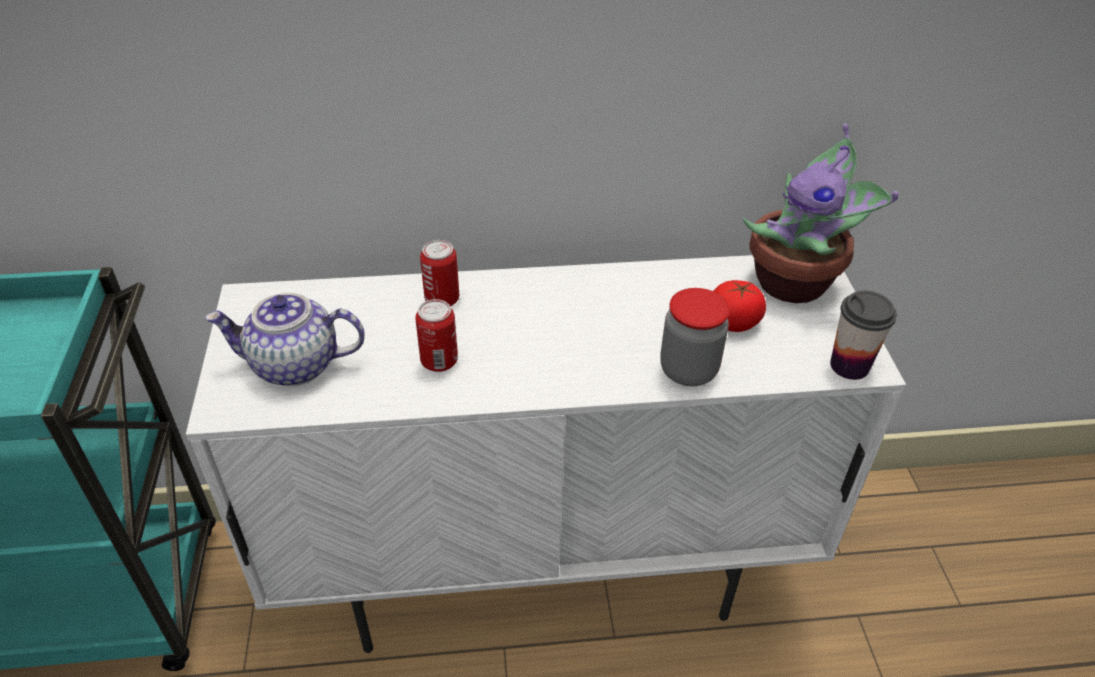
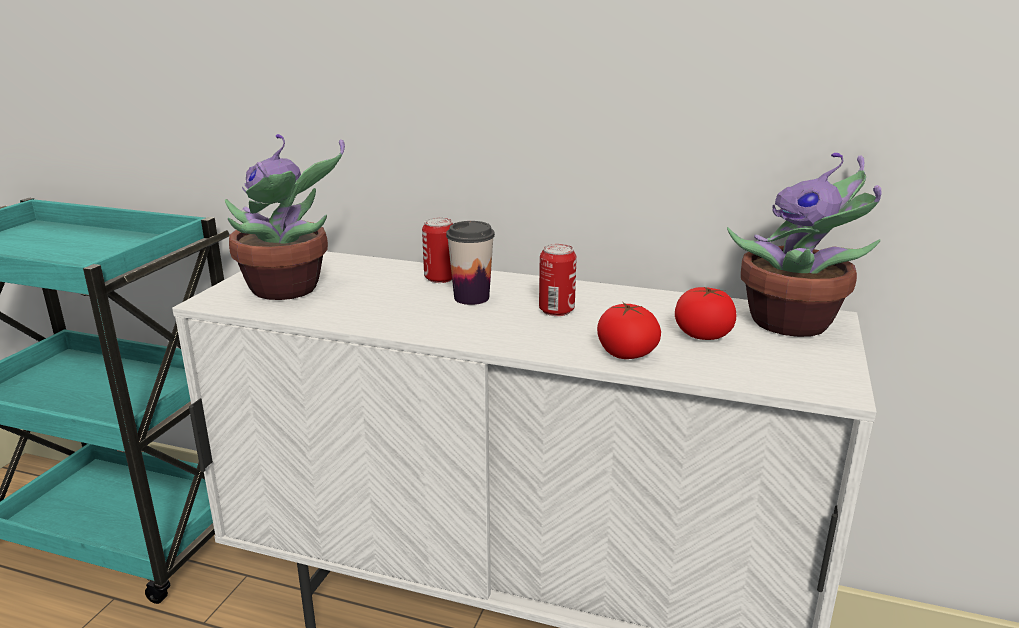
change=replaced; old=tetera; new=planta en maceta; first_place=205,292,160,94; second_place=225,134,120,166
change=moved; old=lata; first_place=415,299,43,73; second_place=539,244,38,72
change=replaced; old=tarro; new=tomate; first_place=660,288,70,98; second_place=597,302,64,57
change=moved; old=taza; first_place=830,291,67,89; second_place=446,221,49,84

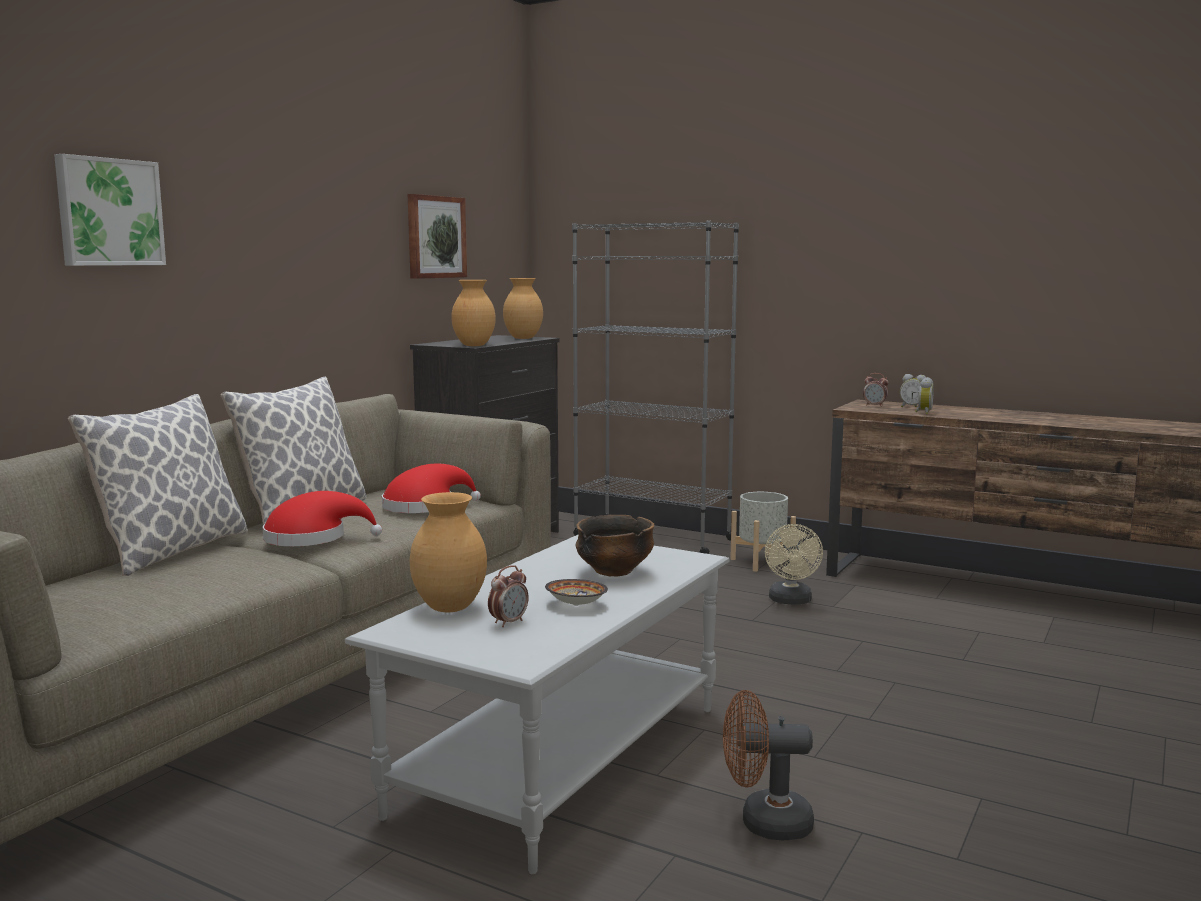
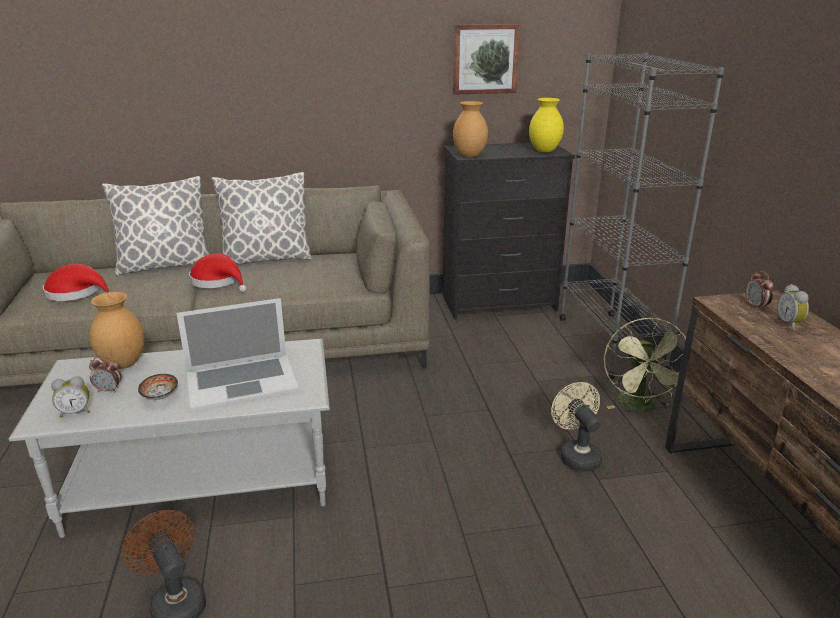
change=removed; old=cuadro; first_place=54,154,112,112
change=moved; old=sombrero/rojo; first_place=382,464,99,49; second_place=43,264,66,37
change=recoloured; old=florero/marrón; new=florero/amarillo; first_place=503,278,40,61; second_place=529,98,35,54
change=replaced; old=cuenco; new=portátil; first_place=576,515,79,61; second_place=177,298,122,114
change=replaced; old=maceta/gris; new=ventilador/verde; first_place=730,492,66,80; second_place=604,317,82,94
change=turned; old=ventilador/beis; first_place=765,524,58,81; second_place=551,382,51,90; degrees=105
change=moved; old=despertador; first_place=915,377,19,37; second_place=51,376,39,42

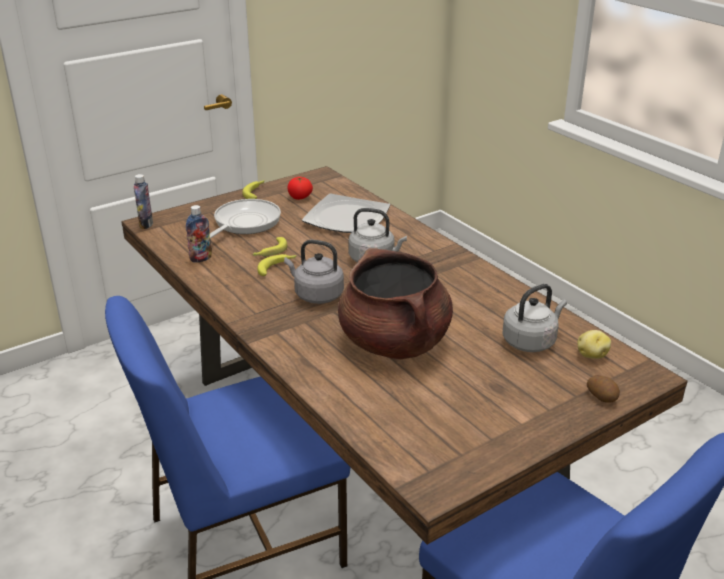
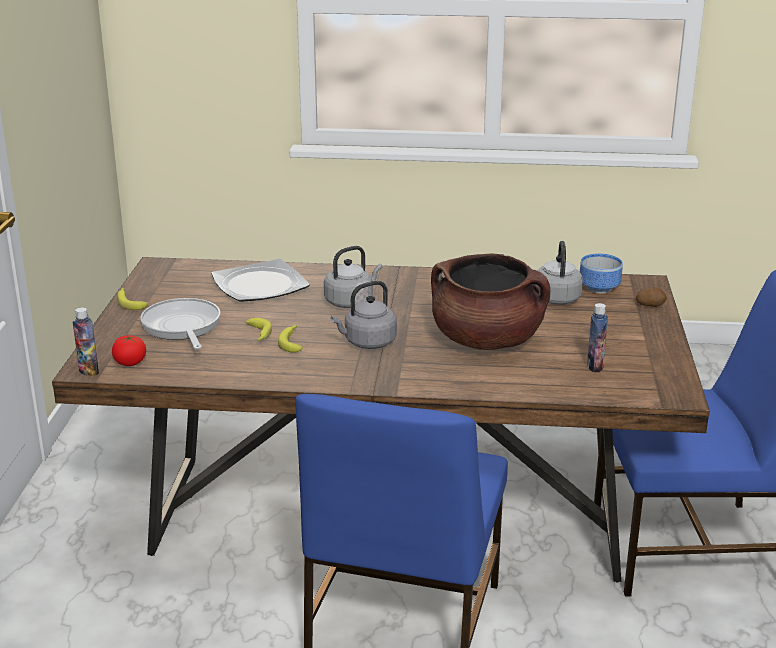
change=moved; old=botella; first_place=186,205,26,58; second_place=587,303,21,69
change=moved; old=tomate; first_place=287,177,26,23; second_place=112,335,34,31
change=replaced; old=patata; new=cuenco; first_place=577,330,34,29; second_place=580,254,43,39

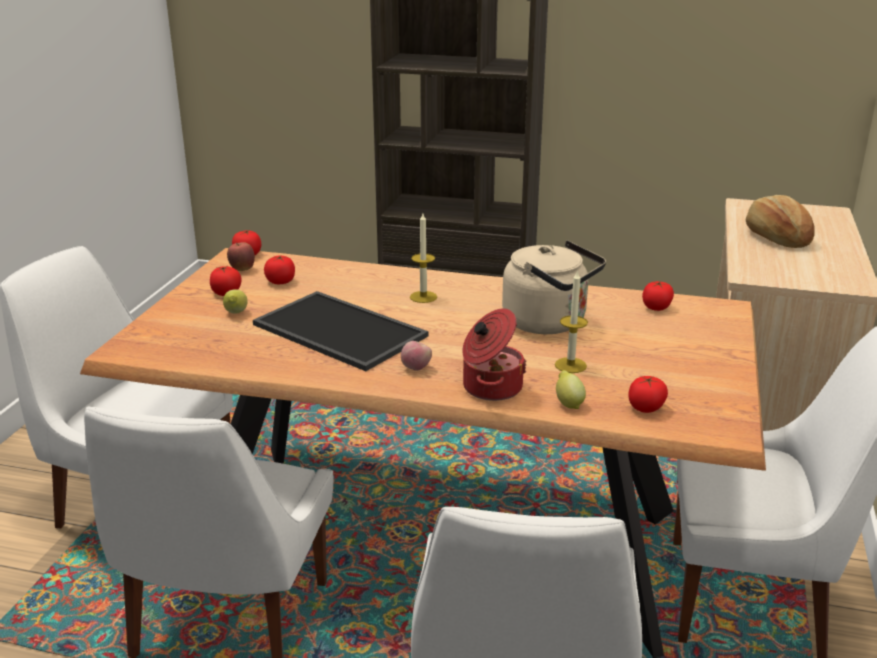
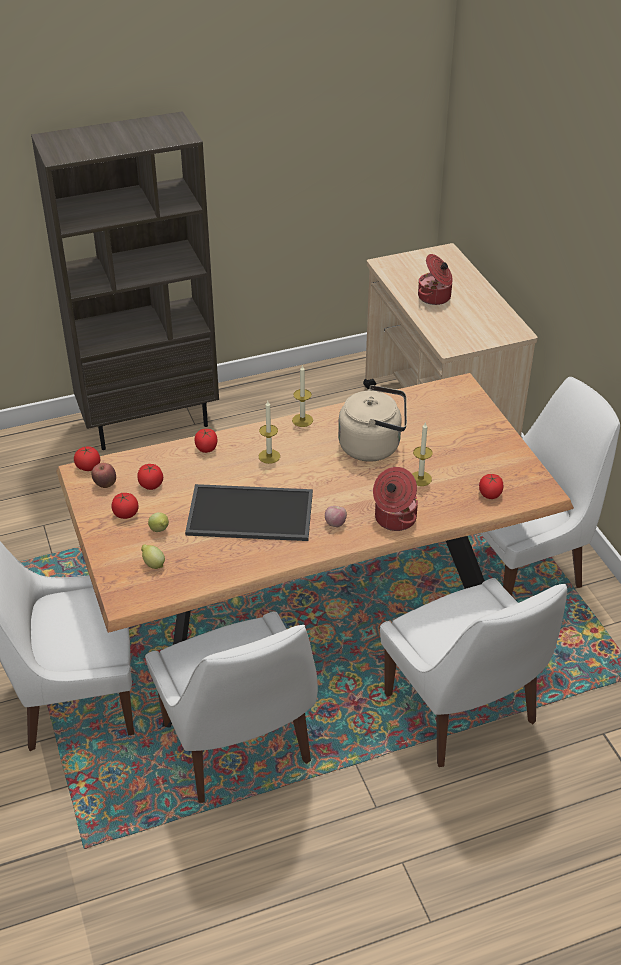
change=moved; old=limón; first_place=556,370,30,39; second_place=141,544,24,25
change=moved; old=tomate; first_place=642,281,32,30; second_place=195,429,22,24
change=replaced; old=pan; new=olla; first_place=746,195,69,53; second_place=418,254,35,51
change=added; new=vela; second_place=292,365,21,62

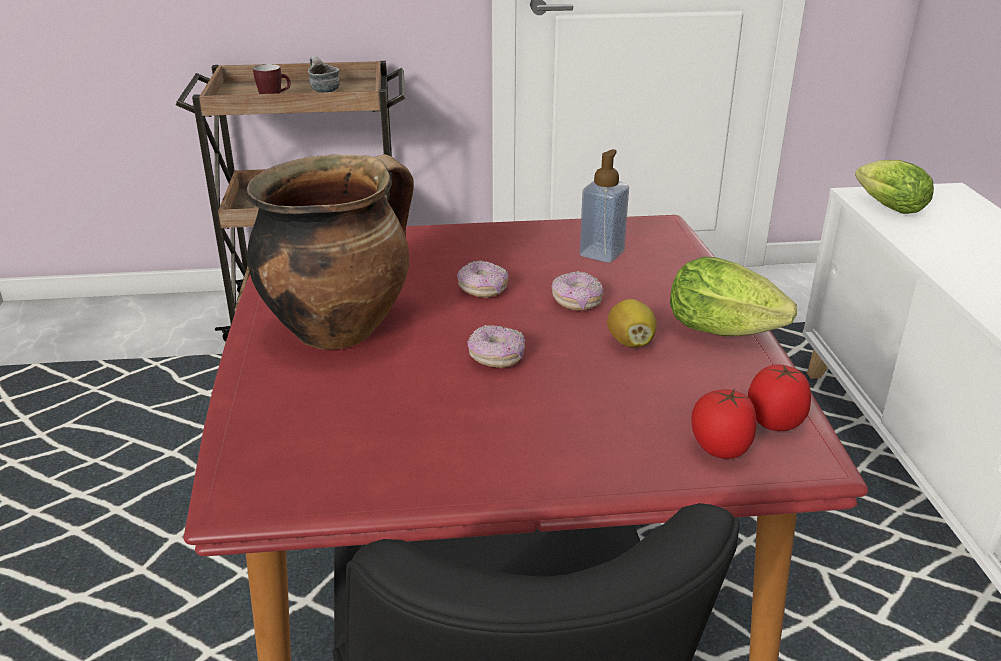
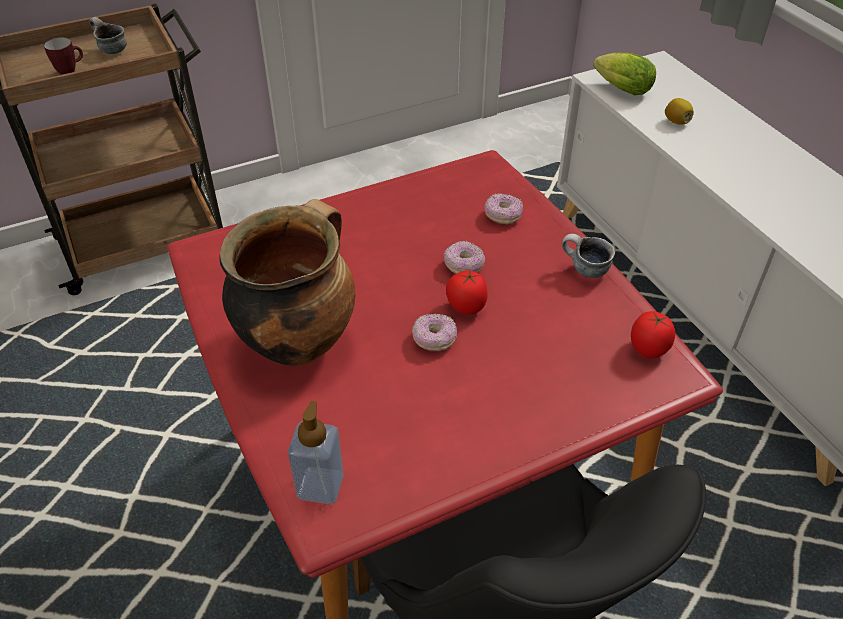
change=moved; old=rosquilla; first_place=457,260,51,38; second_place=485,193,38,31
change=moved; old=dispensador de jabón; first_place=579,149,50,114; second_place=288,401,56,103
change=moved; old=limón; first_place=607,299,50,49; second_place=665,98,29,27
change=replaced; old=lechuga; new=taza grande; first_place=670,257,127,79; second_place=562,234,53,44
change=moved; old=tomate; first_place=691,389,66,70; second_place=446,271,42,44

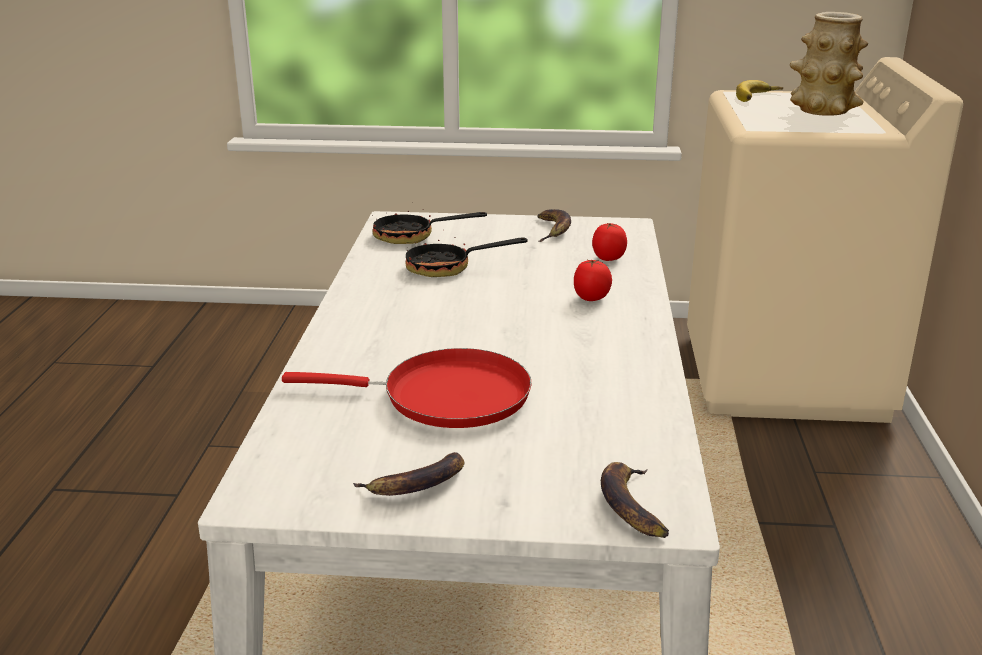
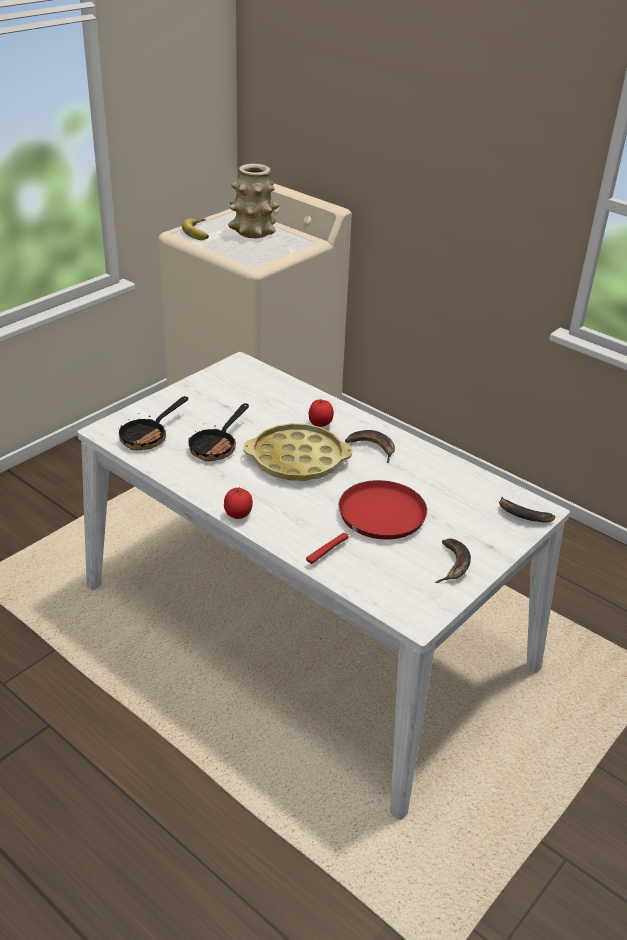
change=moved; old=plátano; first_place=537,209,34,33; second_place=345,430,50,33
change=moved; old=tomate; first_place=592,222,35,39; second_place=224,488,29,31
change=added; new=bandeja/amarillo; second_place=243,423,109,58

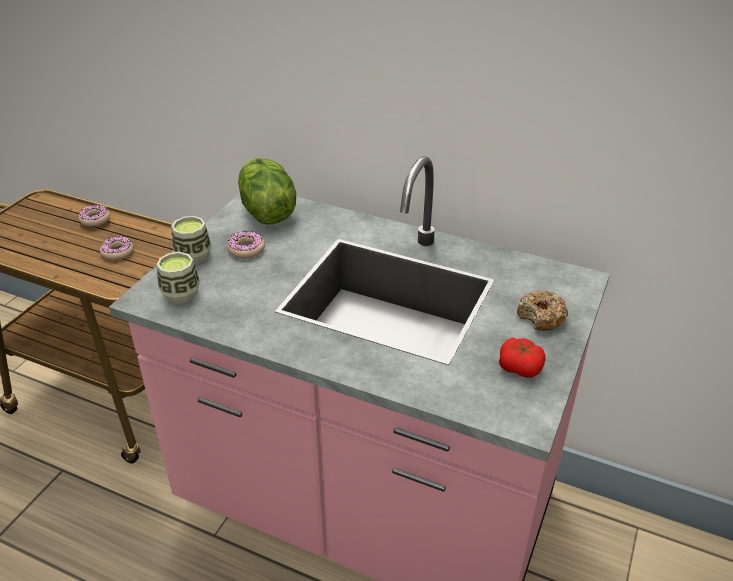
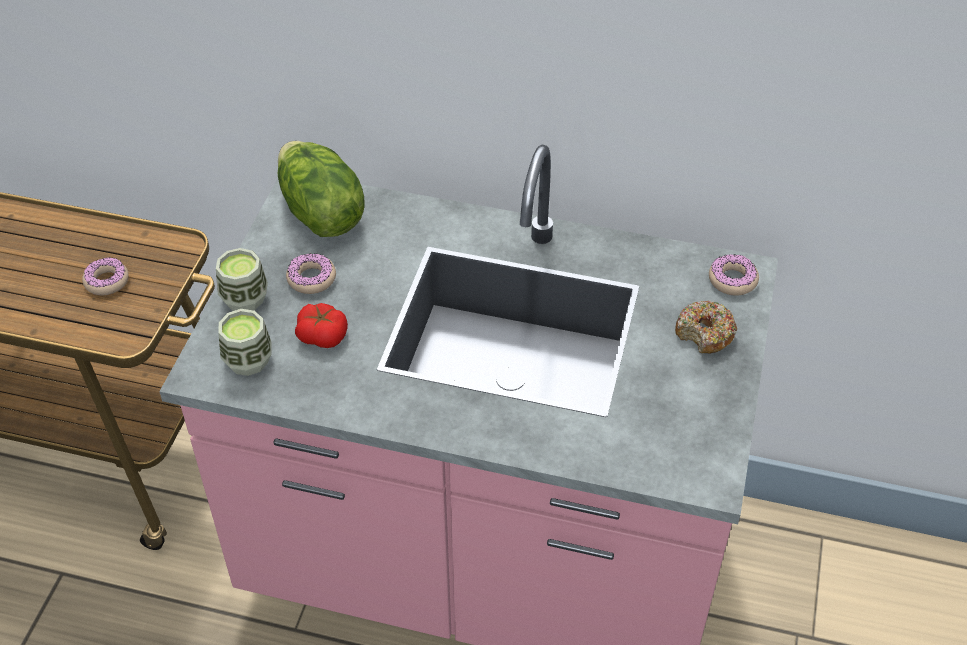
change=moved; old=rosquilla; first_place=78,205,32,22; second_place=709,255,50,41
change=moved; old=tomate; first_place=499,338,47,40; second_place=295,303,53,45

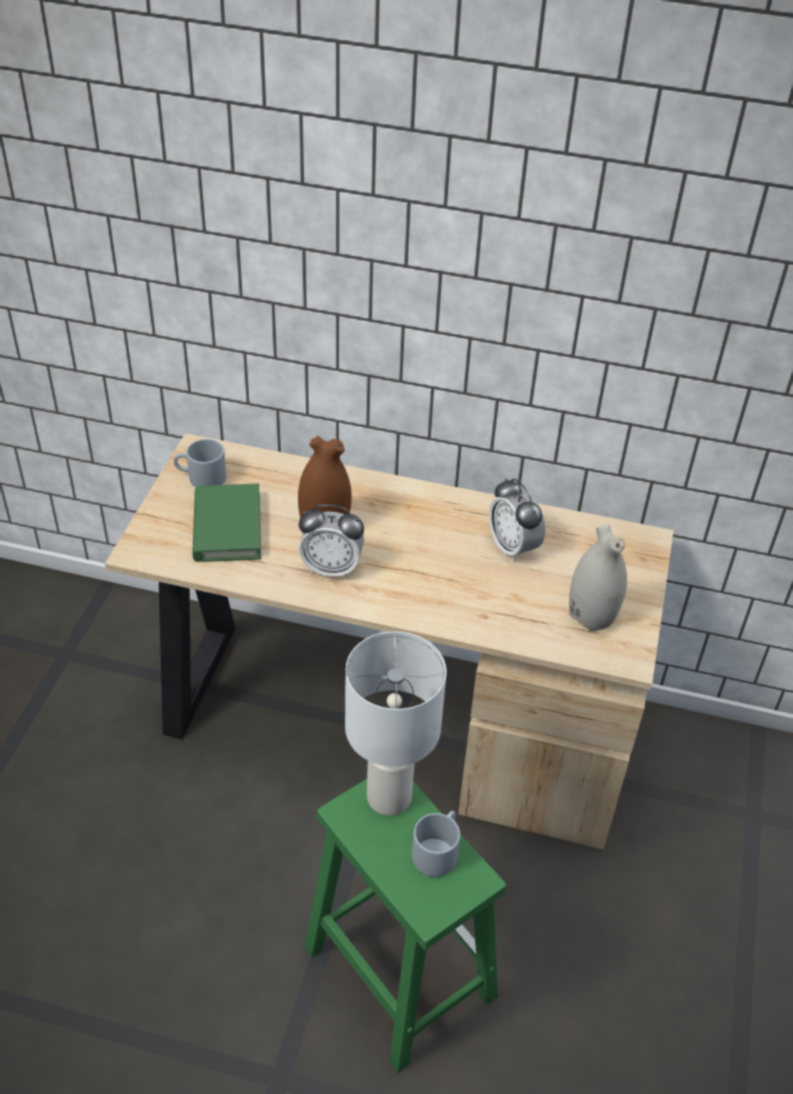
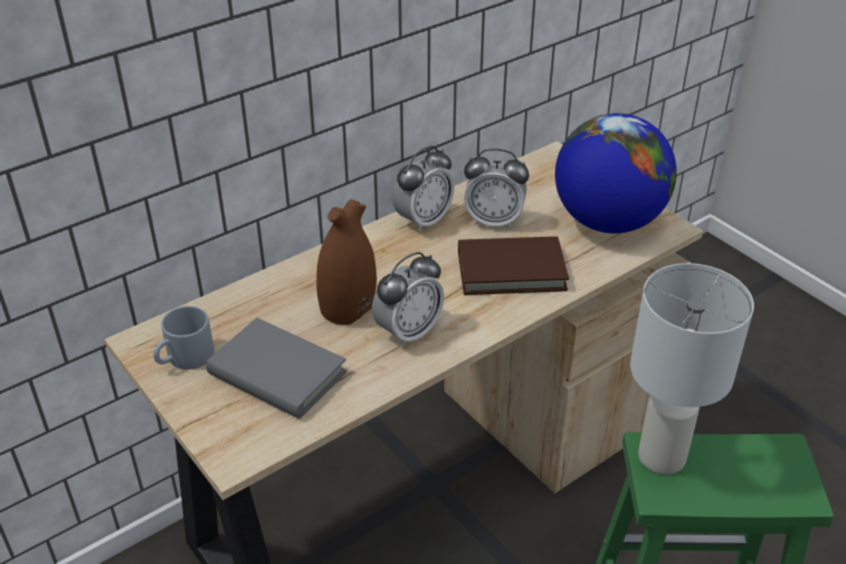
change=recoloured; old=libro/verde; new=libro/gris; first_place=192,484,69,78; second_place=206,318,141,101
change=removed; old=taza grande/gris; first_place=412,811,48,66
change=replaced; old=florero/blanco; new=globo terráqueo; first_place=569,524,58,107; second_place=555,113,122,120
change=added; new=despertador; second_place=392,146,62,87
change=added; new=libro/marrón; second_place=458,236,111,59

